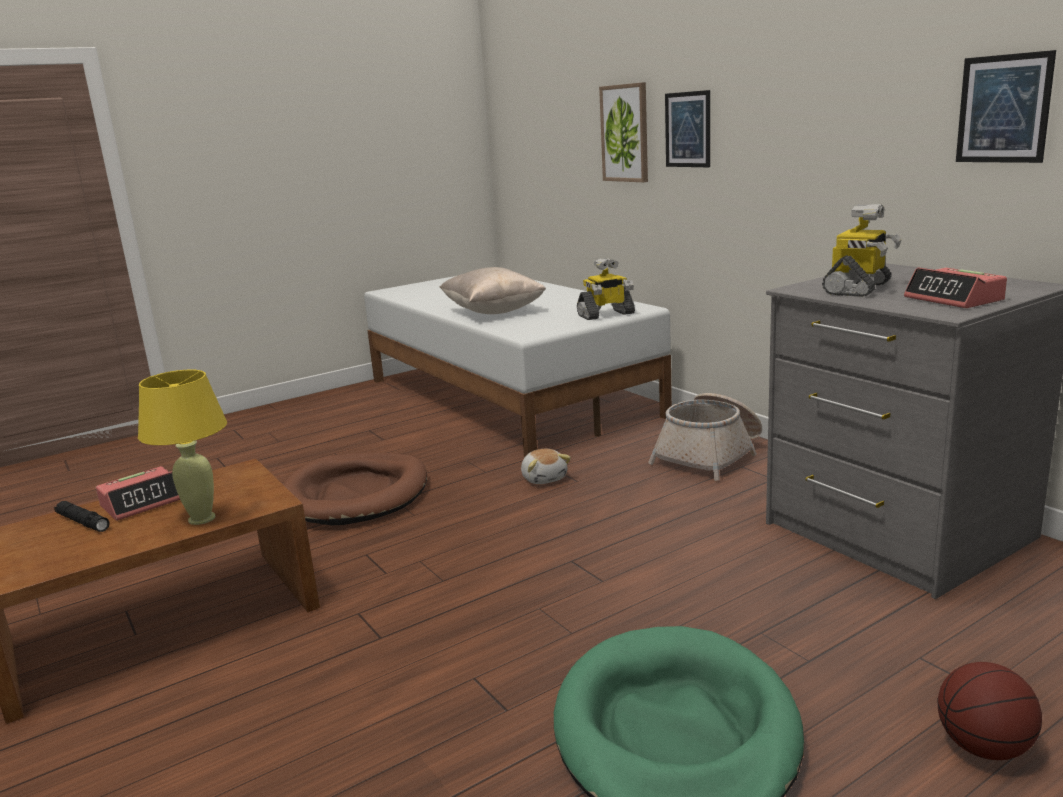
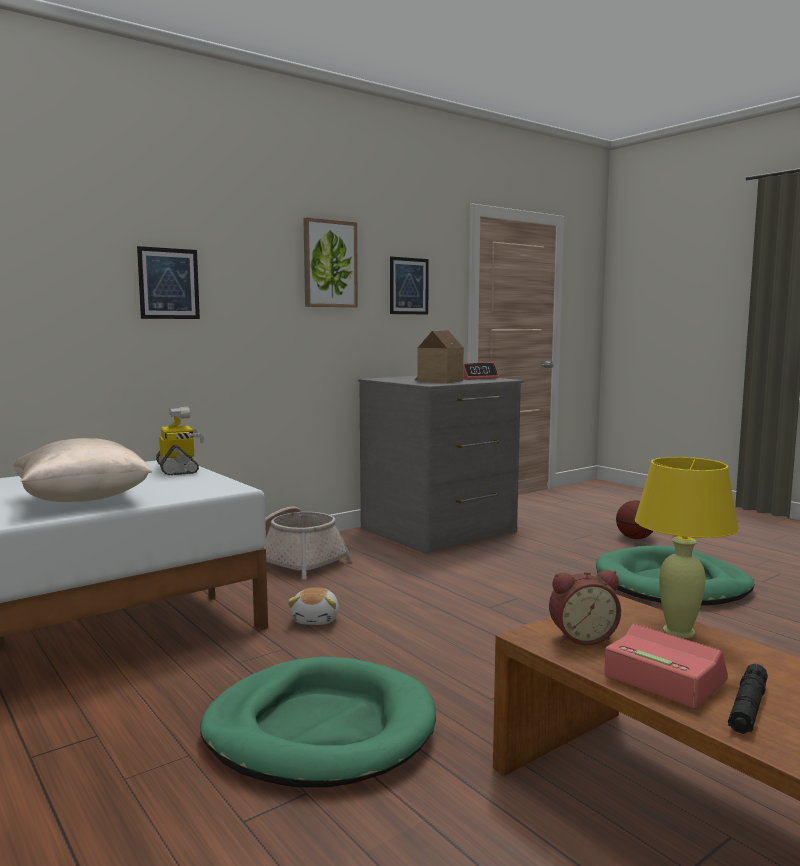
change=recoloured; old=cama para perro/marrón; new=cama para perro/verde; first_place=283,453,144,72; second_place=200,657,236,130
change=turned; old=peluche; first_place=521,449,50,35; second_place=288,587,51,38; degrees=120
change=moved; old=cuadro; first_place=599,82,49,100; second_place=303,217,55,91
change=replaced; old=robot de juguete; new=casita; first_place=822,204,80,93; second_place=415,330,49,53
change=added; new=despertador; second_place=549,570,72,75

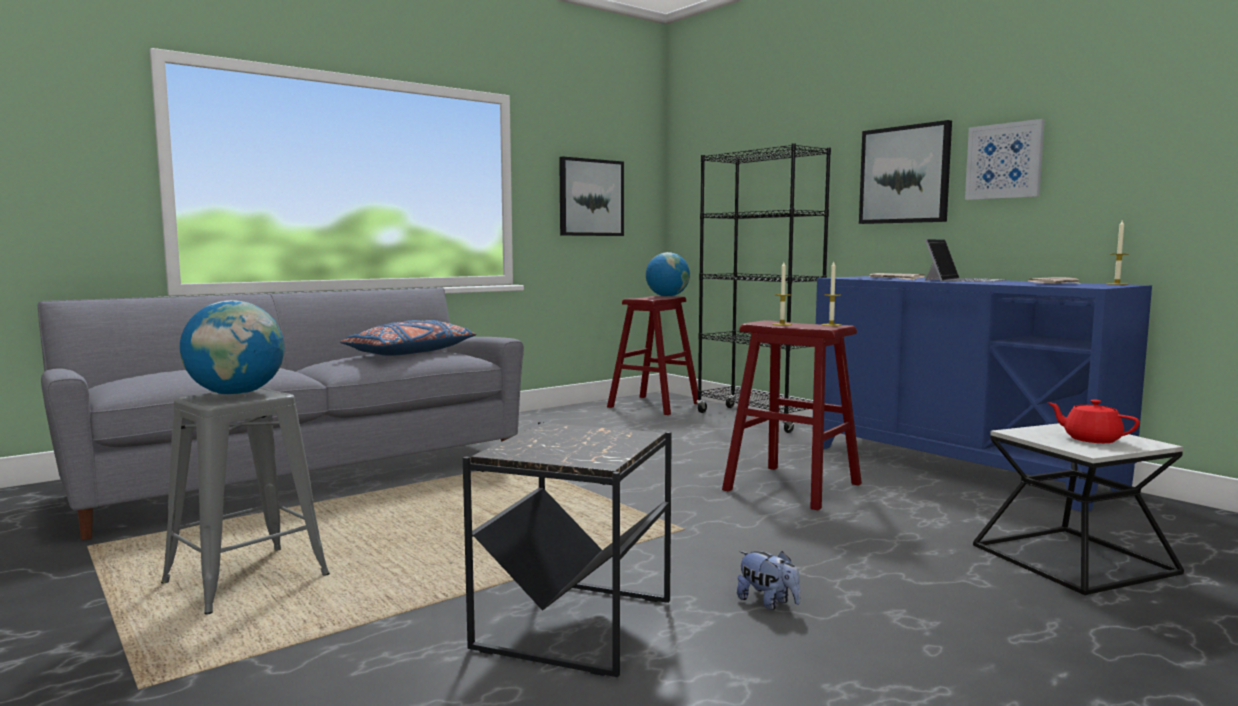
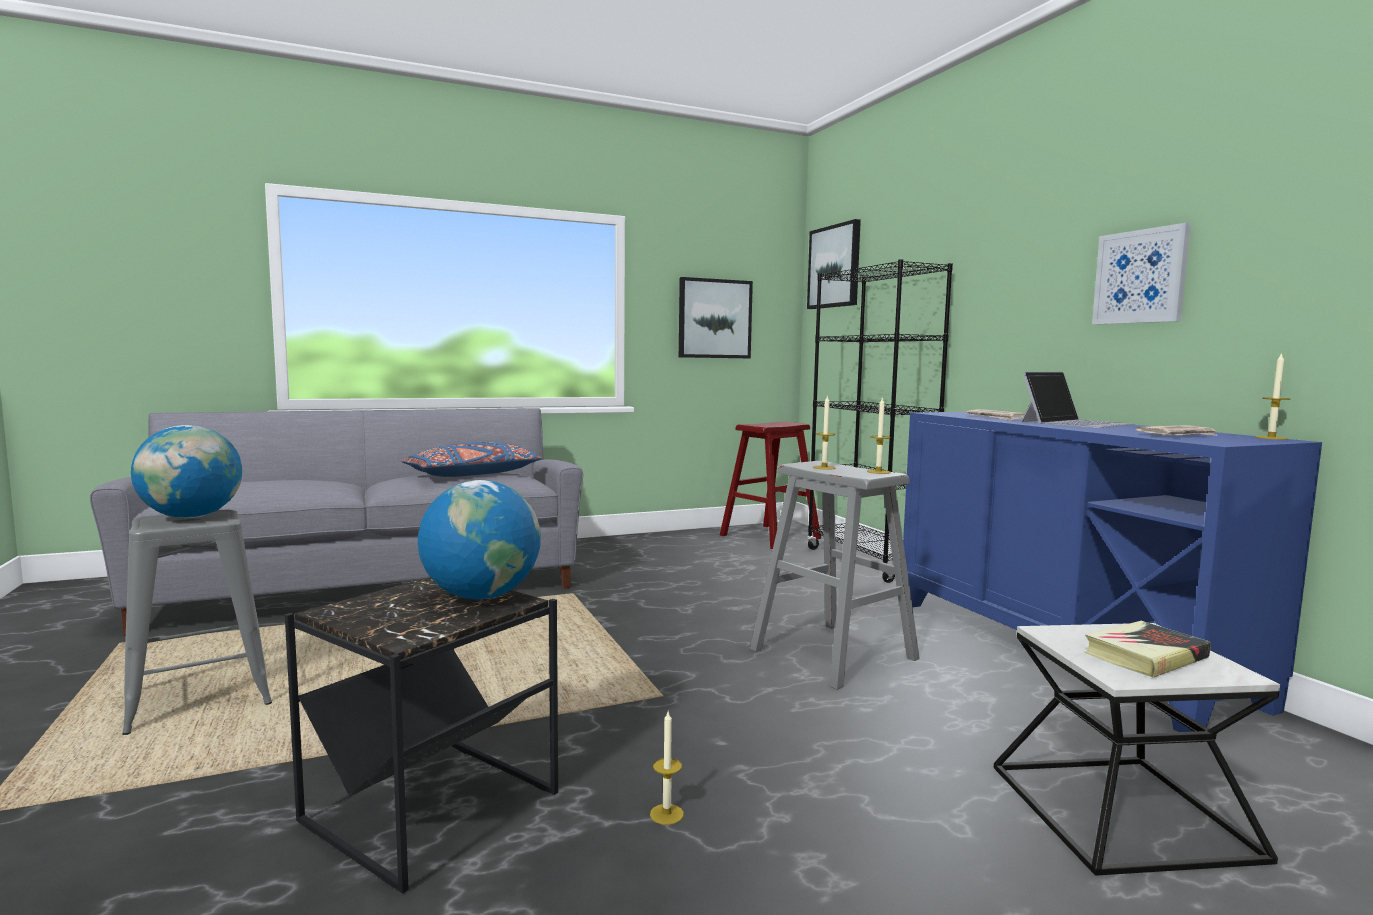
change=moved; old=globo terráqueo; first_place=646,252,44,45; second_place=418,480,123,120
change=recoloured; old=taburete/rojo; new=taburete/gris; first_place=722,320,140,190; second_place=750,461,170,229
change=replaced; old=peluche; new=vela; first_place=737,551,64,59; second_place=650,712,34,113
change=moved; old=cuadro; first_place=859,120,93,104; second_place=807,219,54,90
change=replaced; old=tetera/rojo; new=libro; first_place=1047,400,93,43; second_place=1084,621,127,57

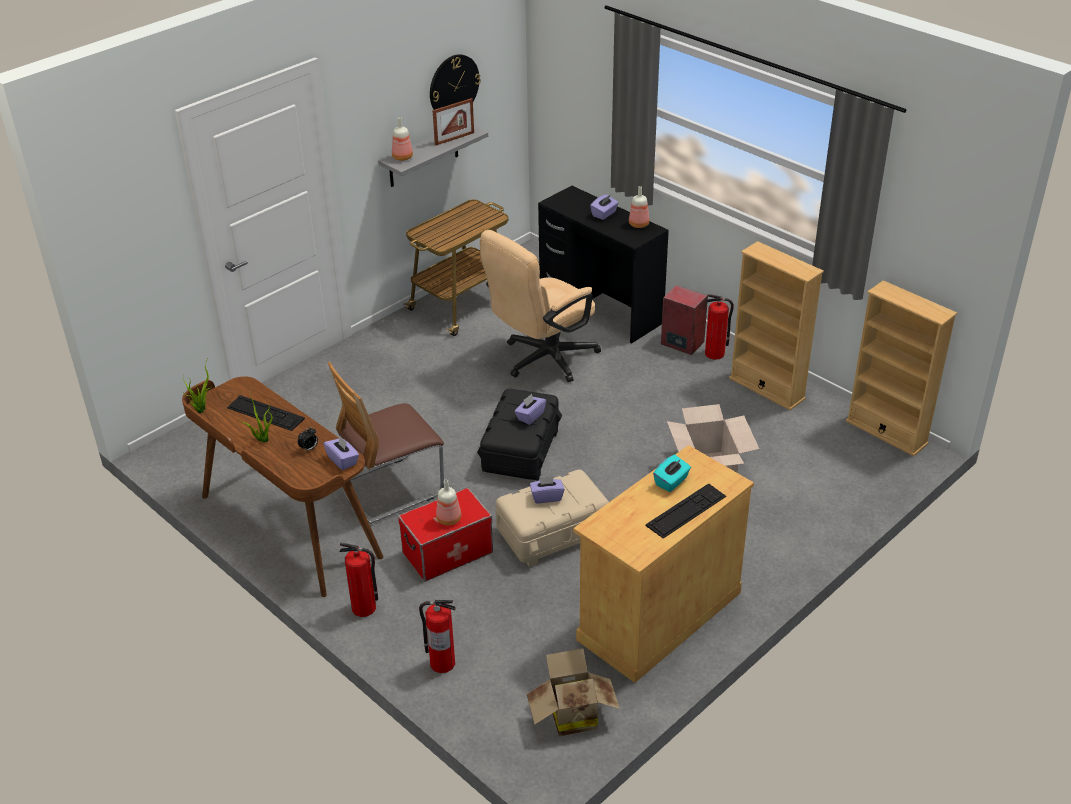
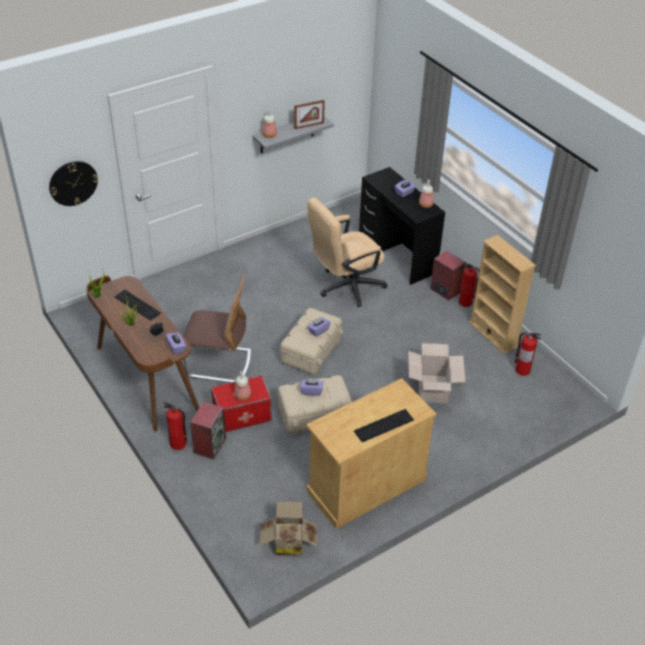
change=turned; old=silla; first_place=328,362,116,162; second_place=183,275,68,108; degrees=-150
change=removed; old=carrito; first_place=403,199,106,137
change=moved; old=extintor; first_place=419,600,37,73; second_place=515,332,26,44
change=moved; old=reloj de pared; first_place=430,54,51,56; second_place=49,161,49,45
change=recoloured; old=caja de almacenaje/negro; new=caja de almacenaje/beis; first_place=477,389,85,91; second_place=279,308,64,67
change=removed; old=caja de pañuelos/turquesa; first_place=653,455,38,37
change=removed; old=estantería/beis; first_place=846,280,111,176
change=added; new=altavoz; second_place=190,401,36,58

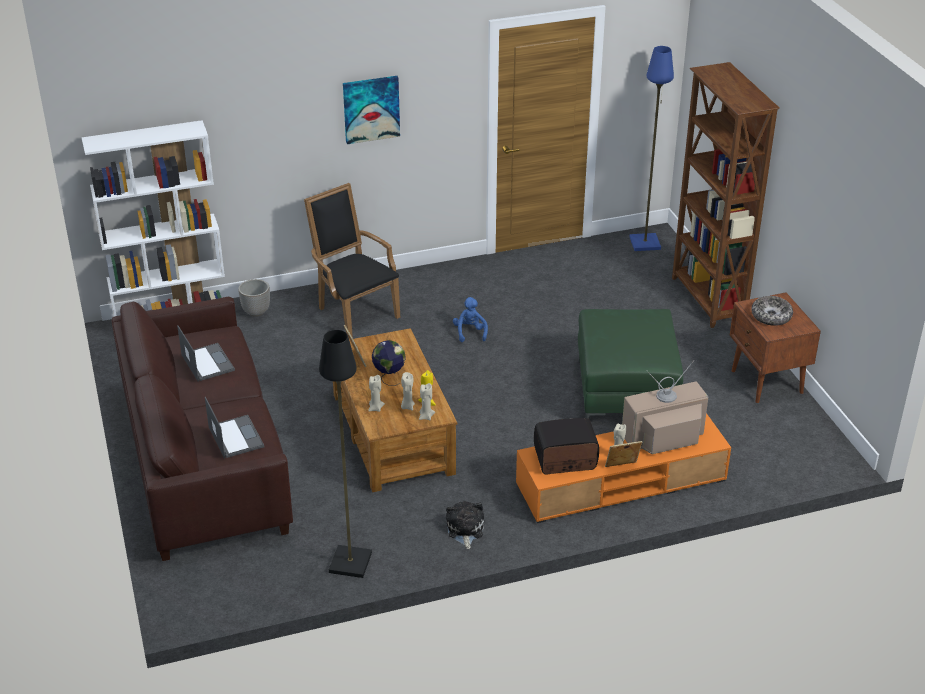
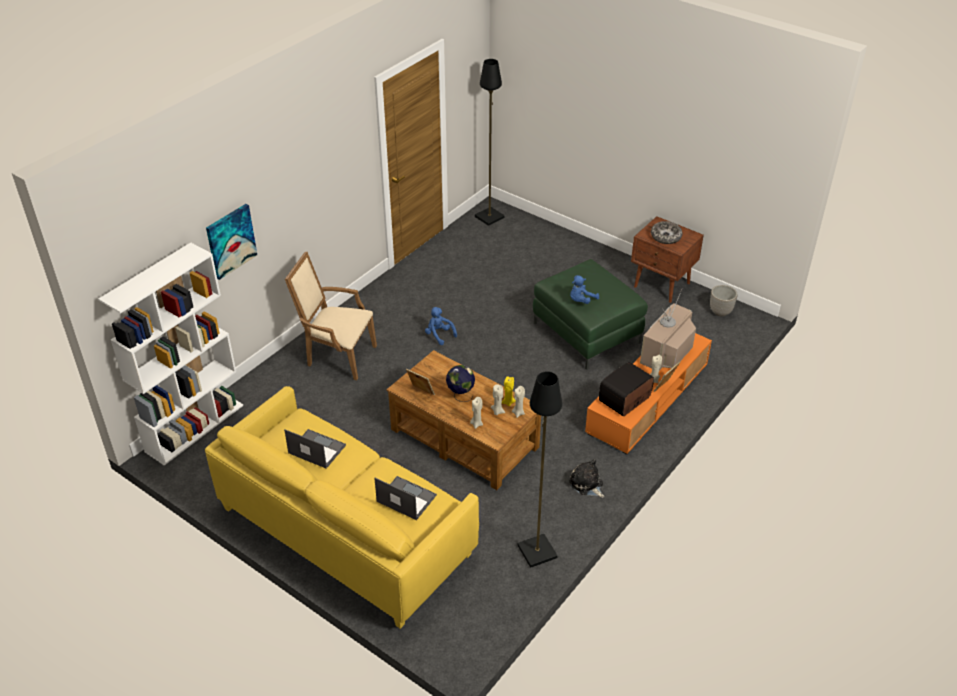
change=recoloured; old=sofá/marrón; new=sofá/amarillo; first_place=111,297,182,264; second_place=205,386,274,243
change=moved; old=maceta; first_place=238,279,32,38; second_place=710,285,28,31
change=recoloured; old=sillón/negro; new=sillón/beis; first_place=304,183,96,157; second_place=285,252,92,128
change=moved; old=cuadro; first_place=343,76,57,68; second_place=206,204,51,76
change=recoloured; old=lámpara de pie/azul; new=lámpara de pie/negro; first_place=630,46,44,205; second_place=475,59,30,167
change=removed; old=estantería/marrón; first_place=672,62,108,266
change=added; new=peluche/azul; second_place=570,275,29,29

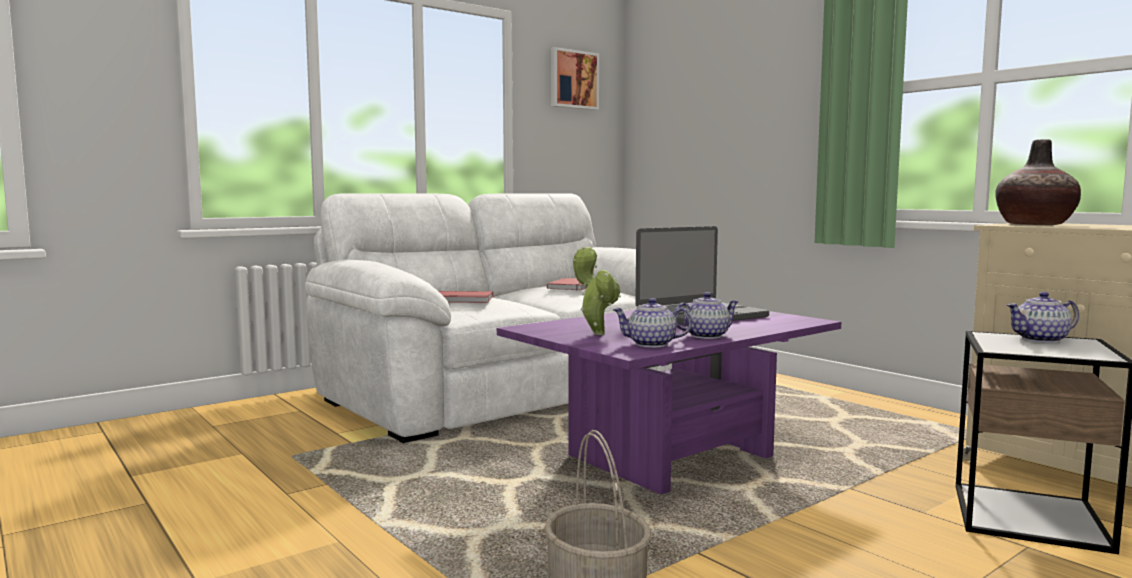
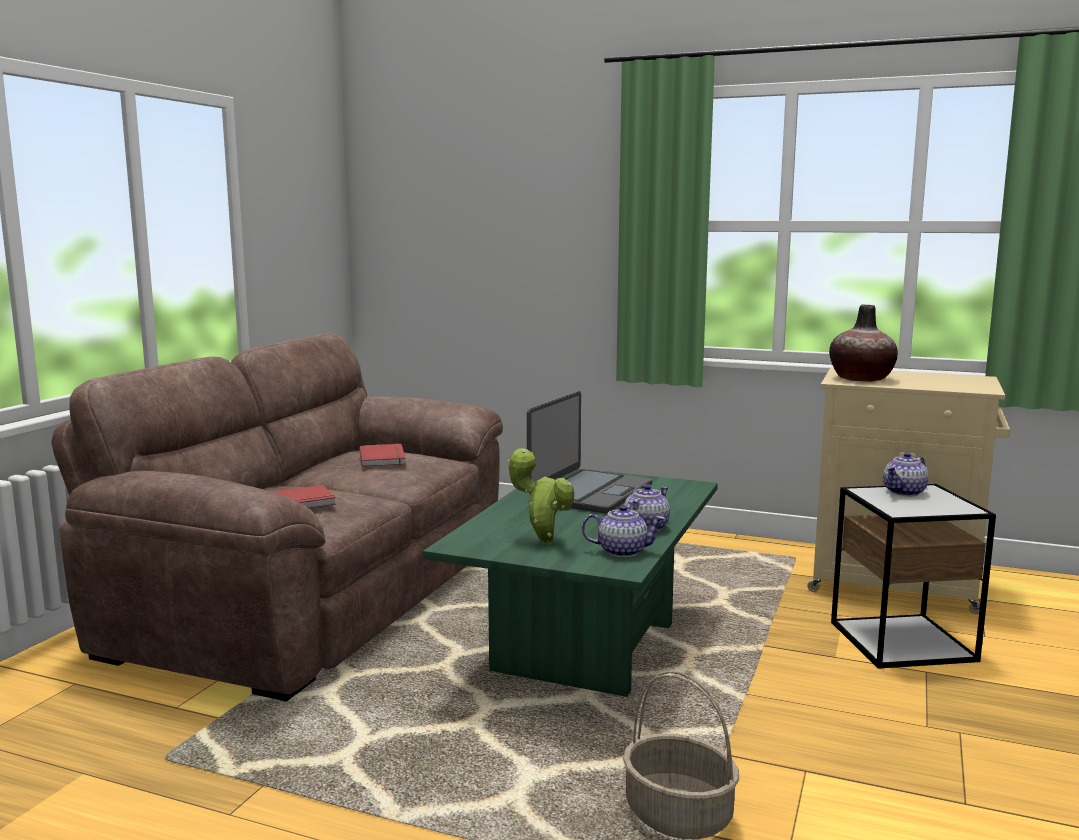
change=recoloured; old=sofá/blanco; new=sofá/marrón; first_place=305,193,372,250; second_place=51,333,452,369
change=recoloured; old=mesa de centro/morado; new=mesa de centro/verde; first_place=497,303,344,191; second_place=423,469,295,228
change=removed; old=cuadro; first_place=551,47,48,63
change=turned; old=tetera; first_place=612,298,80,50; second_place=582,505,83,52; degrees=-150

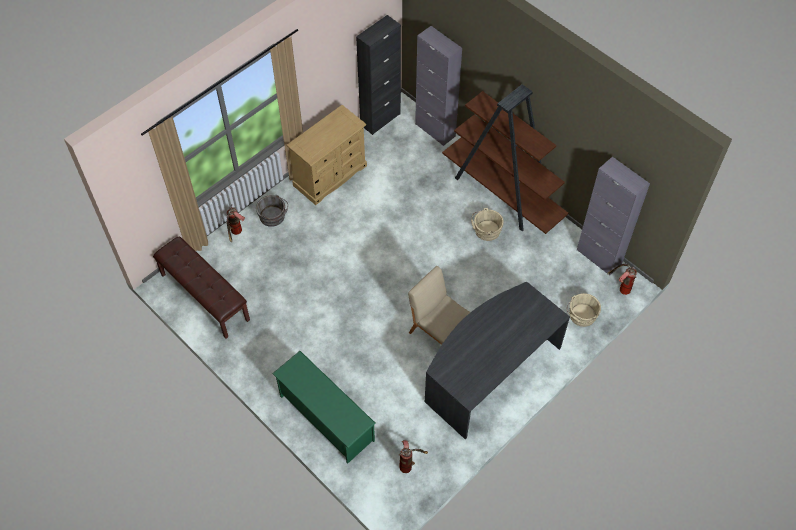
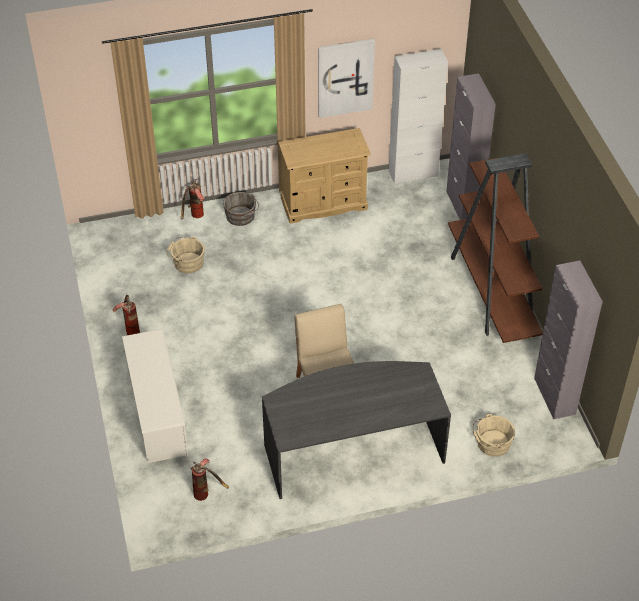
change=removed; old=banco/marrón; first_place=153,237,97,102
change=recoloured; old=zapatero/verde; new=zapatero/blanco; first_place=272,351,104,113; second_place=122,329,67,134
change=recoloured; old=armario/negro; new=armario/blanco; first_place=356,15,45,120; second_place=389,49,59,135
change=moved; old=cubo/beis; first_place=471,208,33,33; second_place=167,236,38,37
change=moved; old=extintor; first_place=607,264,30,31; second_place=113,295,27,40
change=added; new=cuadro; second_place=318,39,57,79

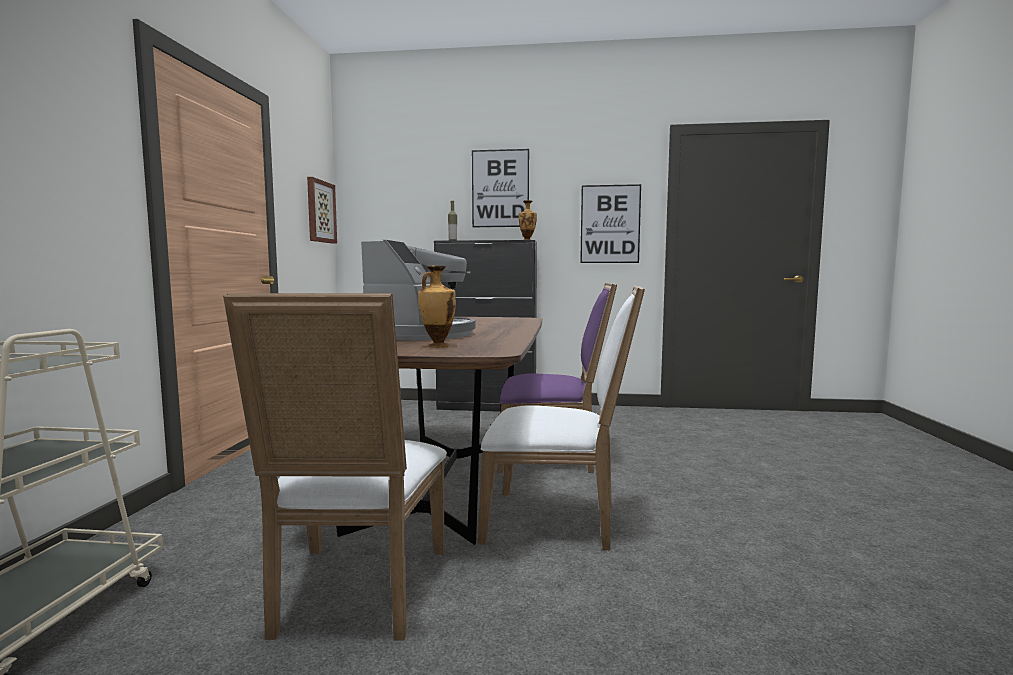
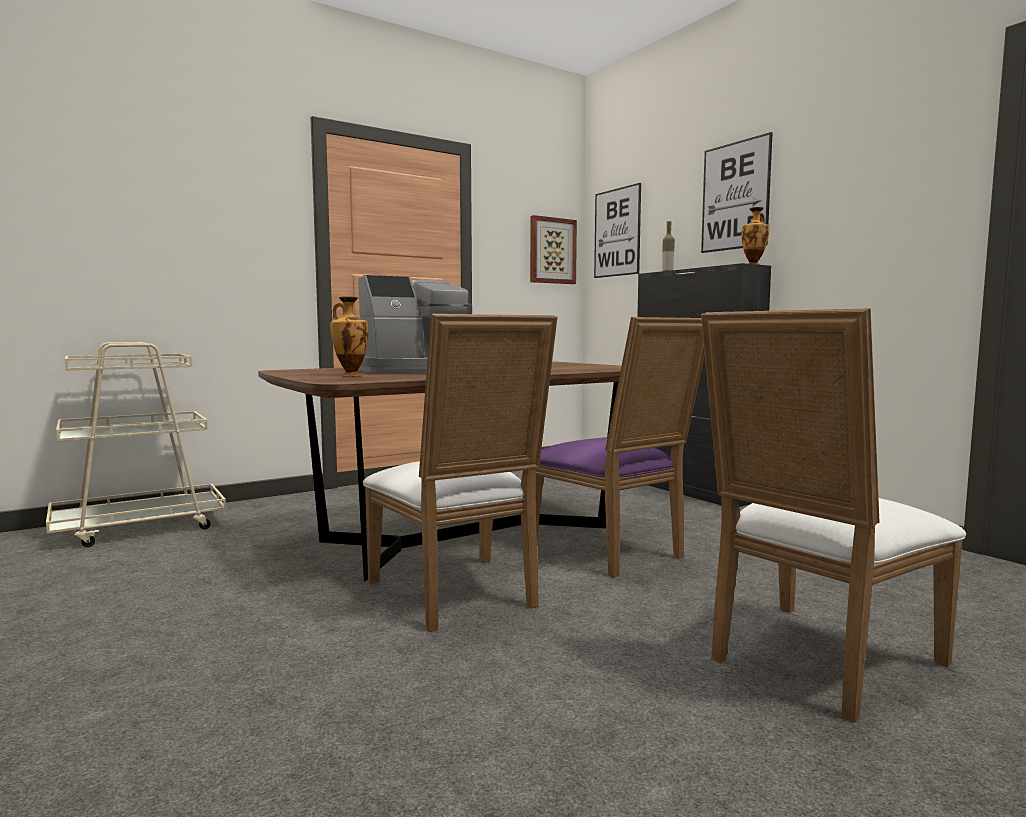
change=moved; old=silla/blanco; first_place=223,293,224,348; second_place=701,308,265,414
change=moved; old=cuadro; first_place=580,184,61,79; second_place=594,183,47,95

